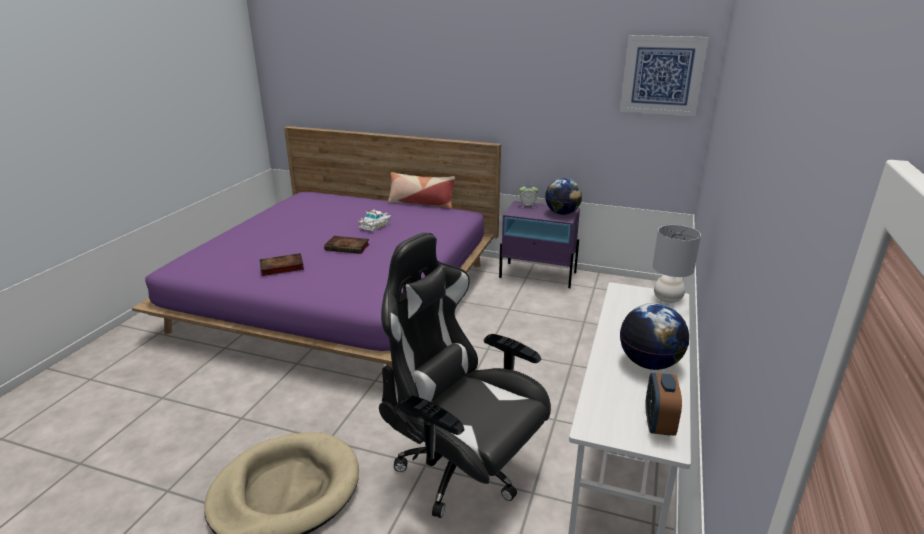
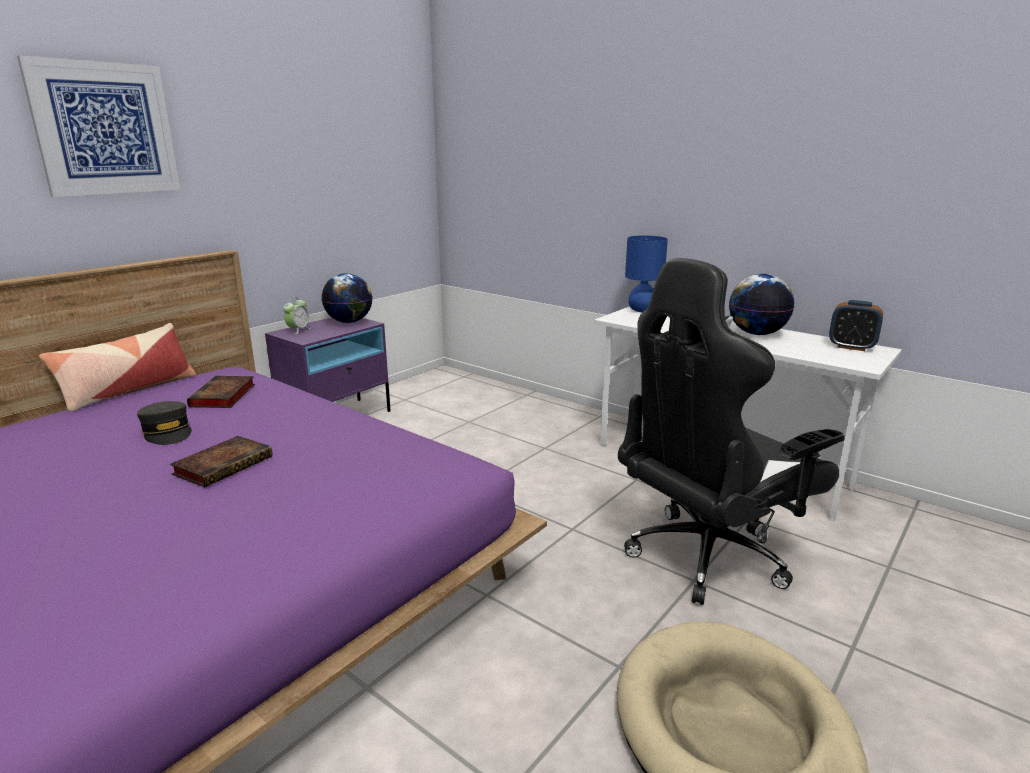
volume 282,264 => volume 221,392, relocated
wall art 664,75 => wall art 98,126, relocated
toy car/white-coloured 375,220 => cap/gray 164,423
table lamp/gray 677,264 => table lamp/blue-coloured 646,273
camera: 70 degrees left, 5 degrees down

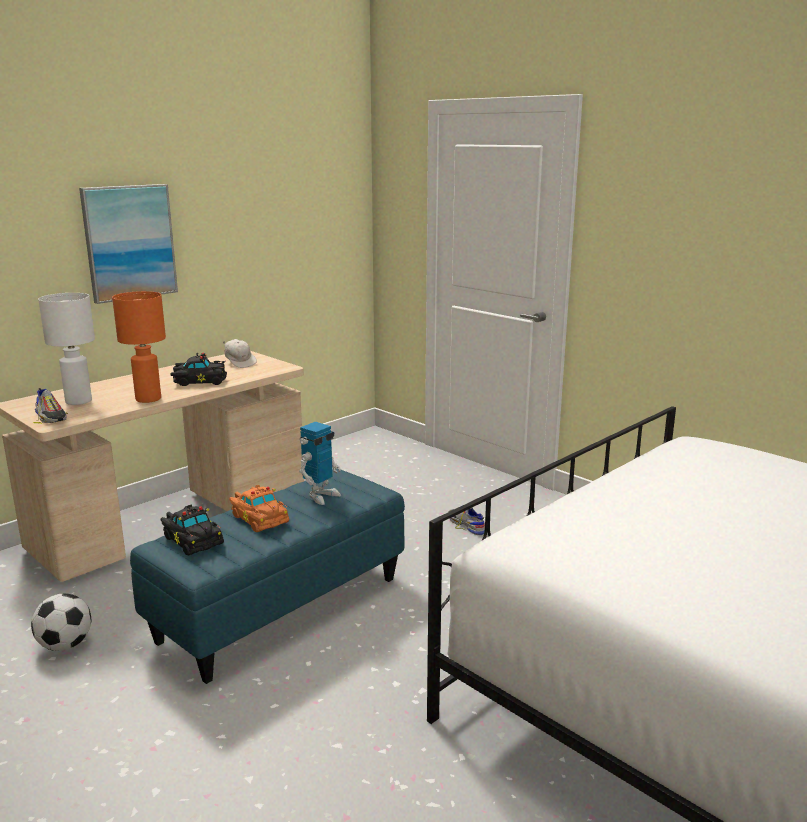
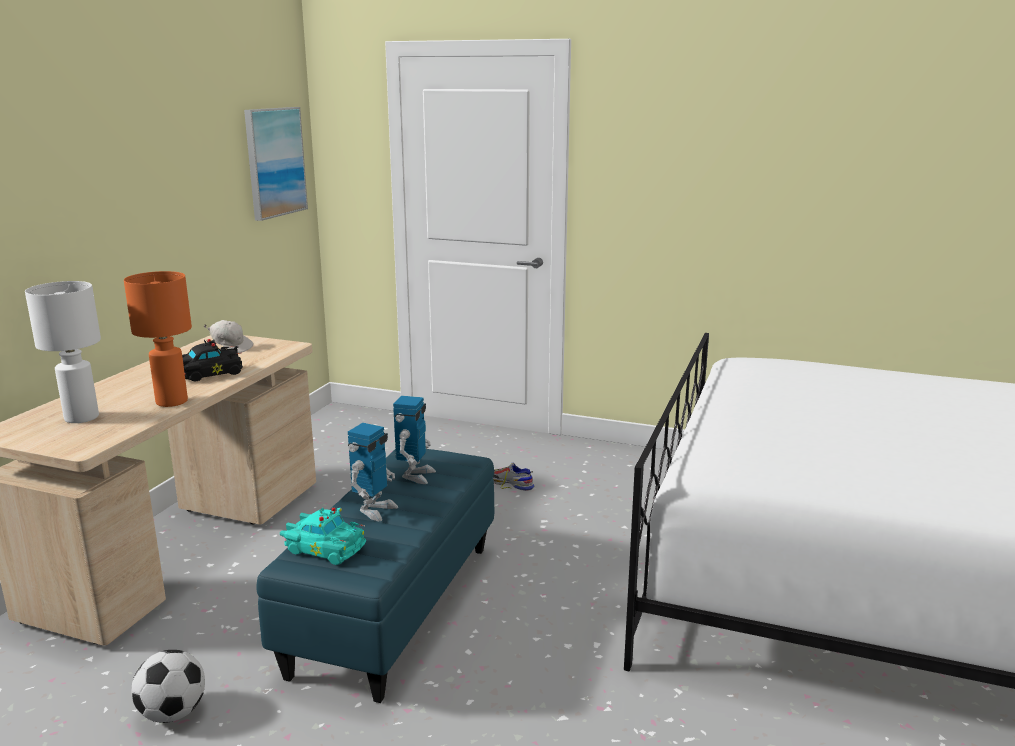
item of footwear 50,406 => nothing
wall art 128,244 => wall art 276,164, relocated
toy car/orange 259,508 => toy robot 373,472
toy car/black-coloured 192,529 => toy car/blue-green 323,536
camera: 25 degrees left, 0 degrees up

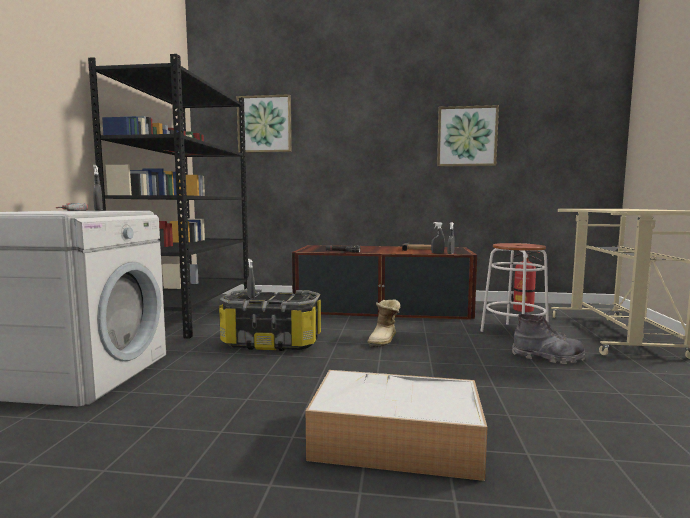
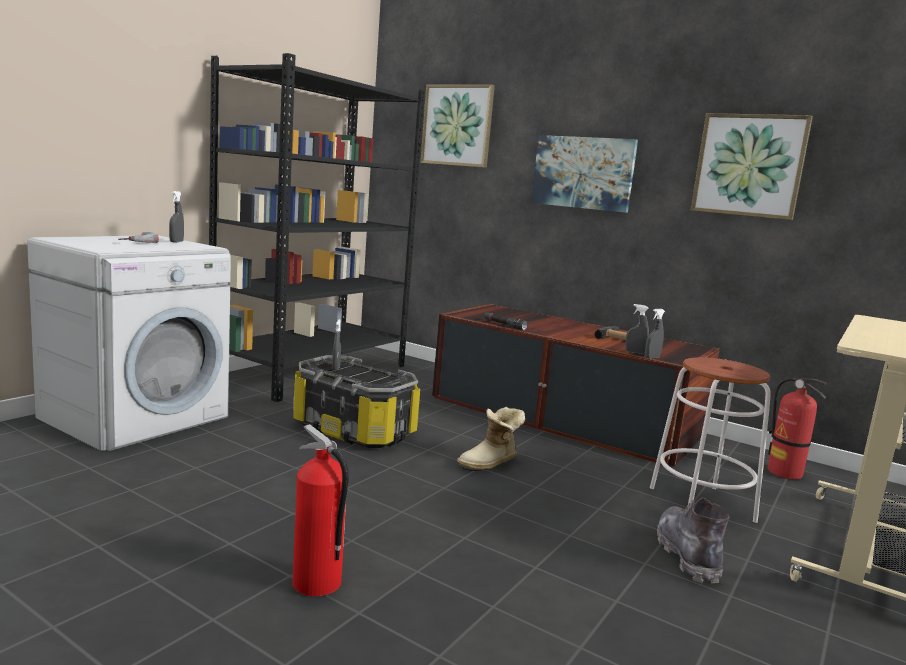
nothing => wall art 584,174
storage bin 396,425 => extinguisher 321,510
boot/gray 548,339 => boot/gray 693,541, 135 degrees counterclockwise
camera: 25 degrees right, 5 degrees up

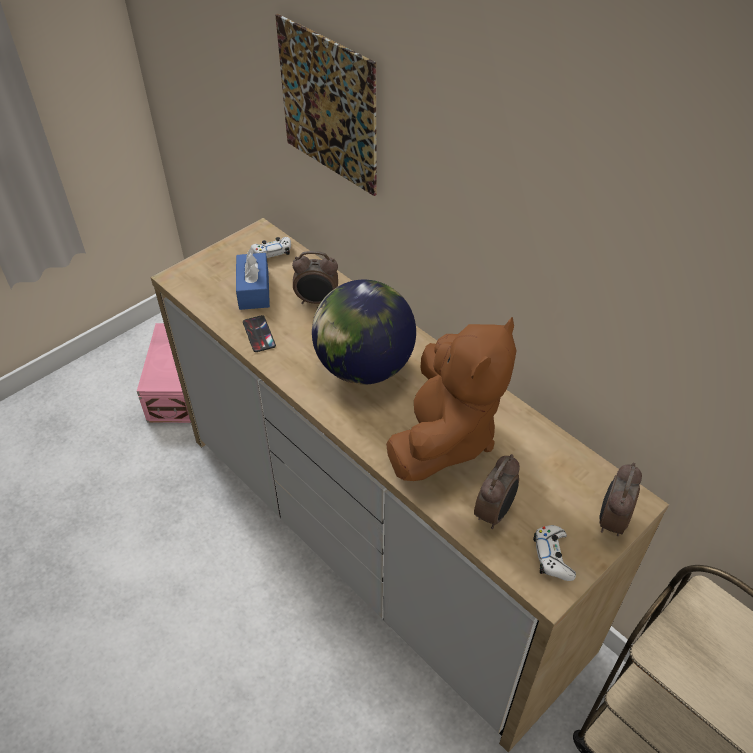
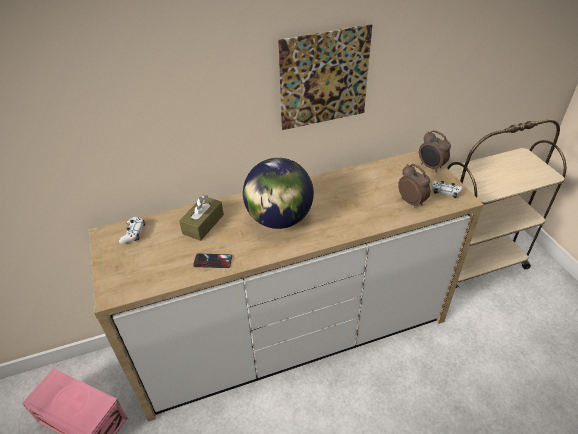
tissue holder/blue-coloured 253,279 => nothing
soft toy/brownish 451,399 => nothing
wall art 326,105 => wall art 325,77, relocated
bedside clock 315,277 => tissue holder/brownish 201,218
camera: 65 degrees left, 5 degrees down

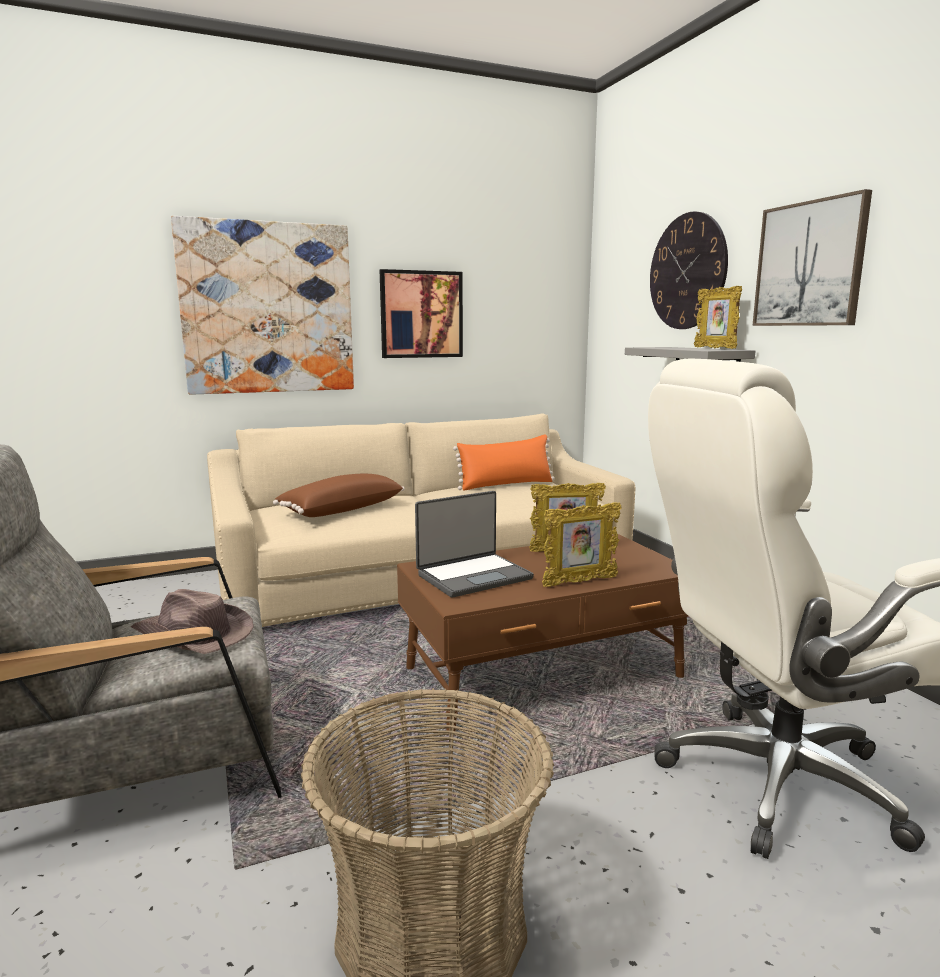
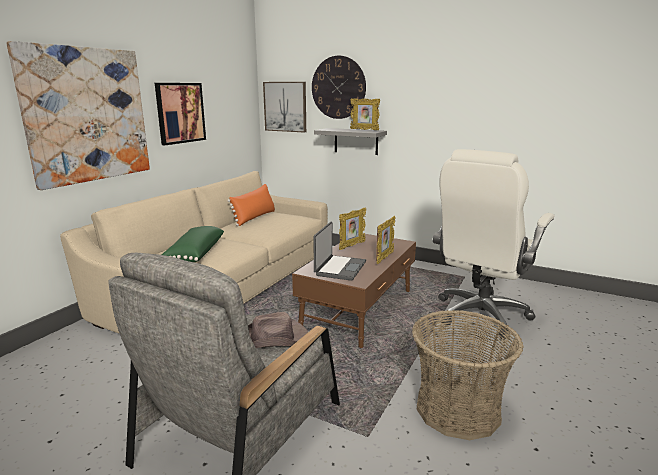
wall art 812,257 => wall art 284,107, relocated
throw pillow/brownish 339,495 => throw pillow/greenish 193,244
camera: 40 degrees left, 5 degrees up

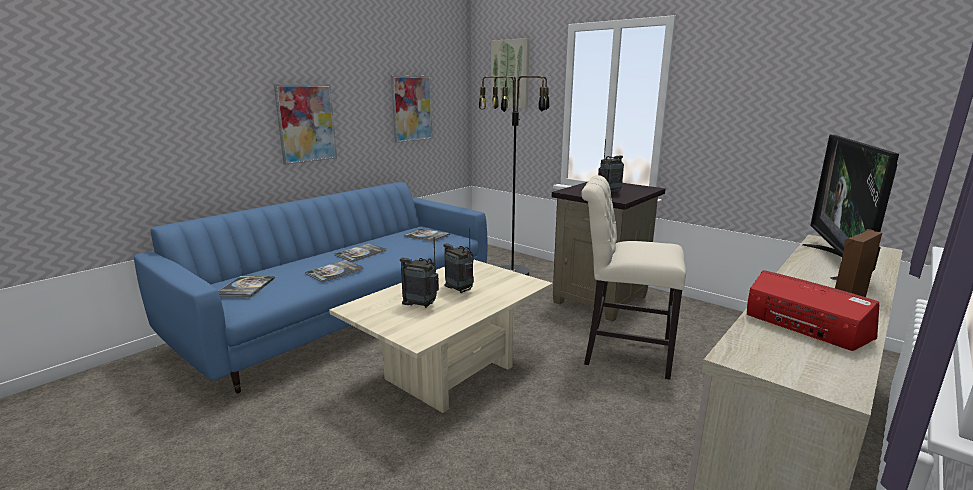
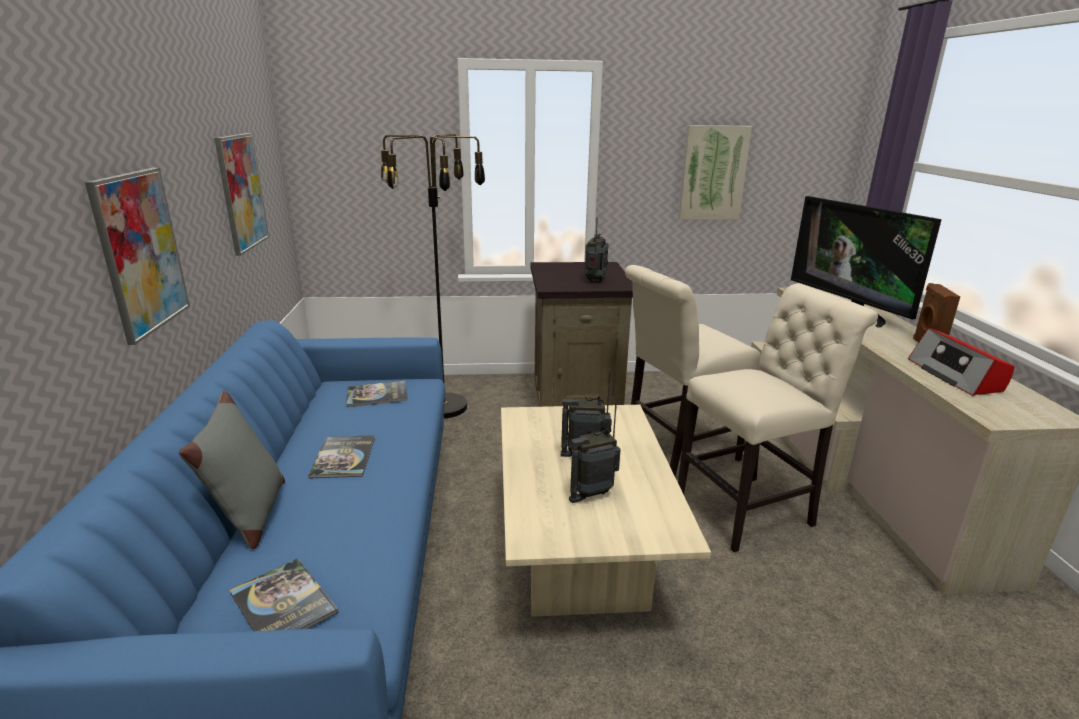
volume 334,271 => nothing
nothing => throw pillow/gray 232,470
nothing => stool/beige 778,417
wall art 510,73 => wall art 715,172, relocated
radio receiver 813,310 => radio receiver 961,362, 105 degrees counterclockwise
camera: 45 degrees left, 5 degrees up

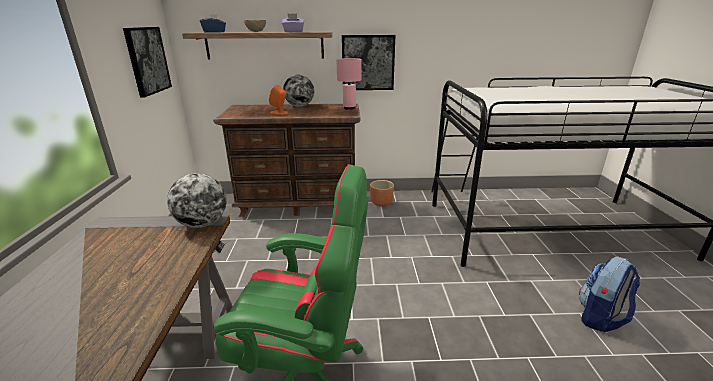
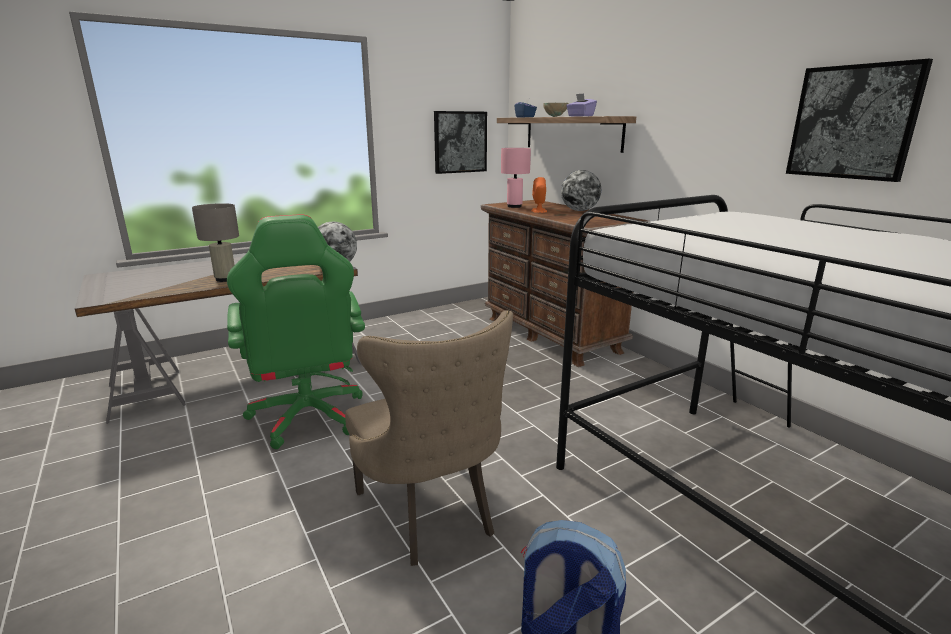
plant pot/brownish 382,193 => nothing
nothing => table lamp/gray 215,242
nothing => upright chair/beige 429,438
table lamp/pink-coloured 349,84 => table lamp/pink-coloured 516,178, relocated
wall art 368,62 => wall art 859,120, relocated
camera: 60 degrees right, 5 degrees down

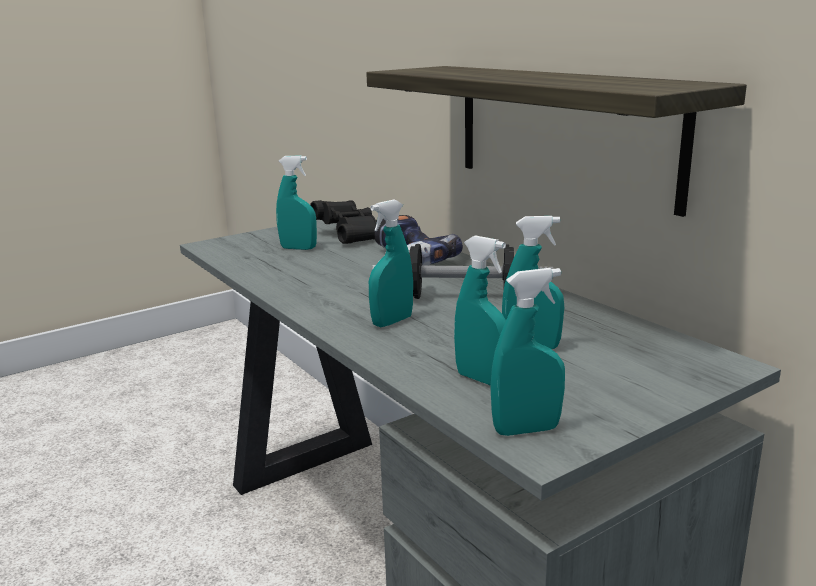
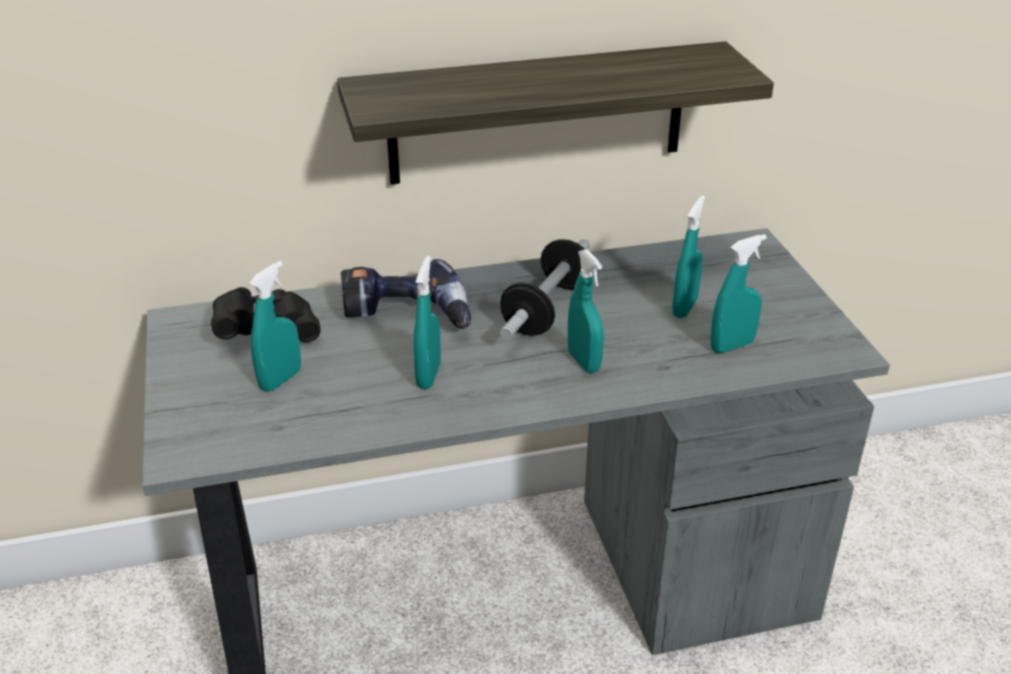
spray bottle/blue-green 527,352 => spray bottle/blue-green 427,322, relocated
camera: 70 degrees left, 15 degrees up

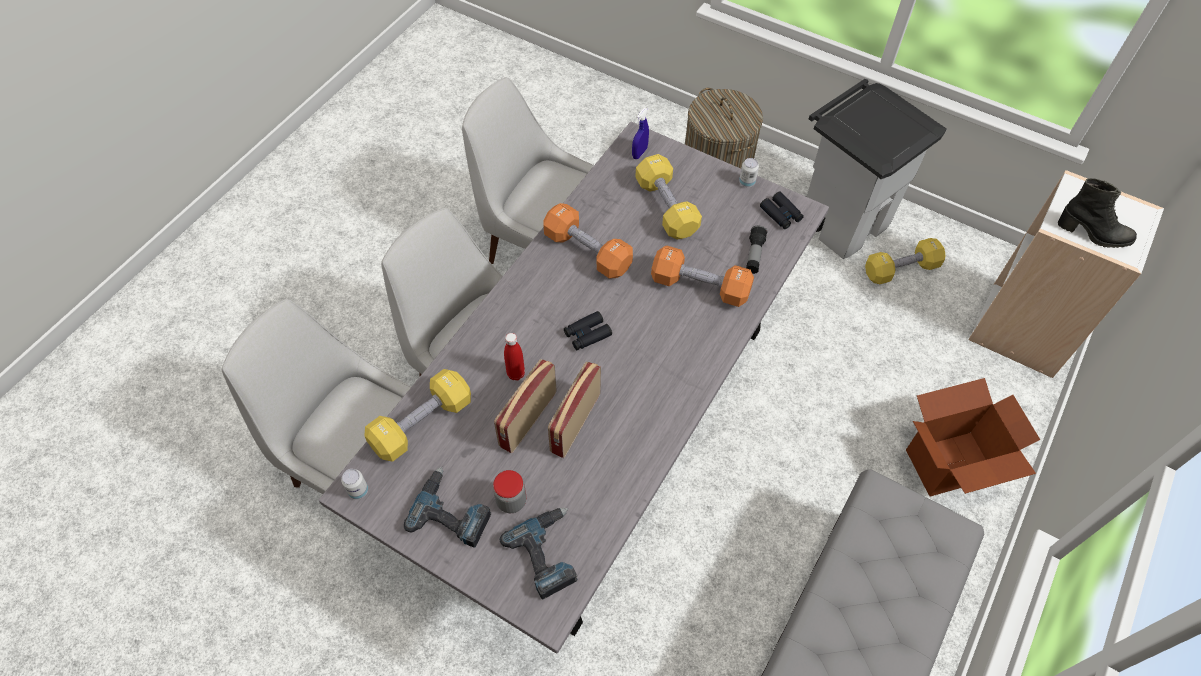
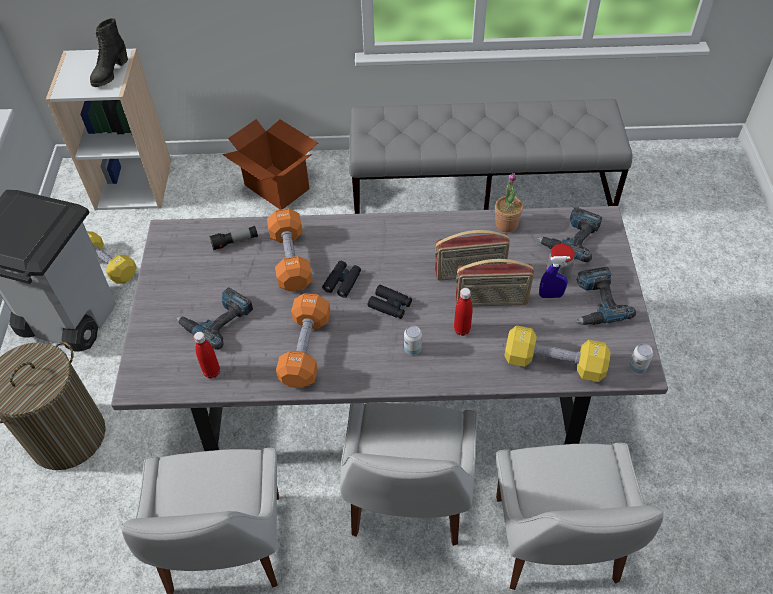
nothing => drink bottle/reddish 207,355
nothing => houseplant 509,202
spray bottle/blue-coloured 640,133 => spray bottle/blue-coloured 554,277, relocated
metal can 749,172 => metal can 413,340, relocated
pair of binoculars/black-coloured 782,210 => pair of binoculars/black-coloured 341,279, relocated
free weight/yellow-coloured 668,196 => drill 214,319
boot/black-coloured 1097,213 => boot/black-coloured 109,52, 150 degrees counterclockwise
camera: 120 degrees left, 5 degrees down

